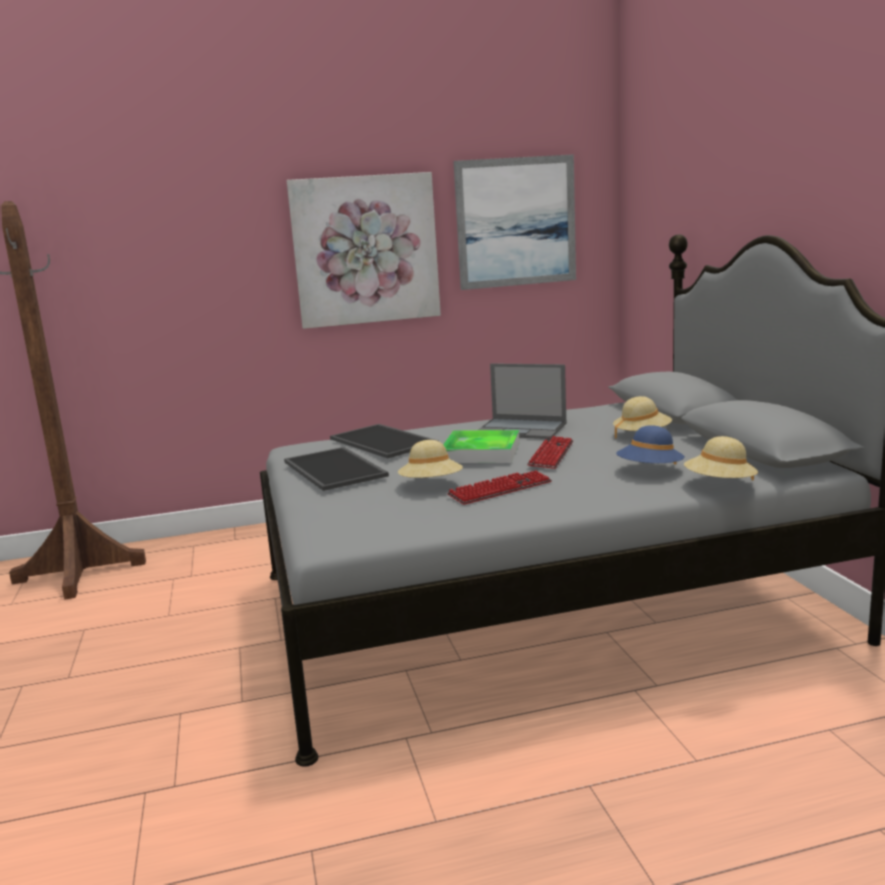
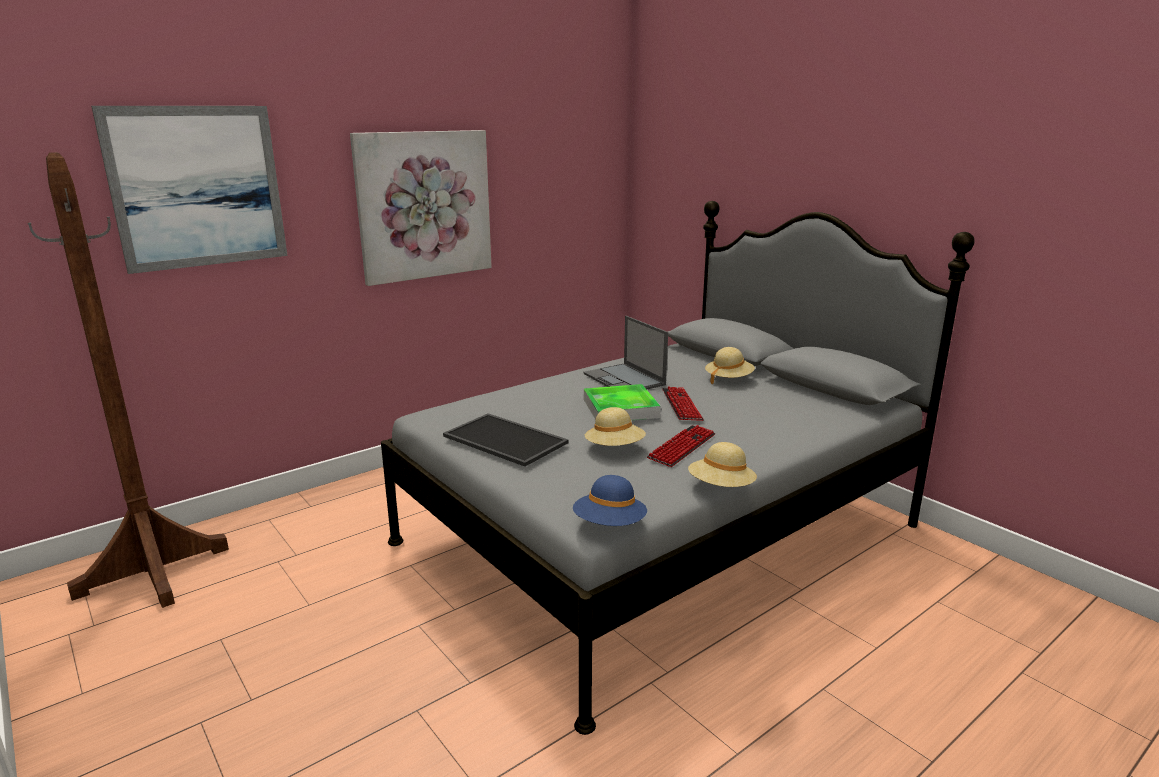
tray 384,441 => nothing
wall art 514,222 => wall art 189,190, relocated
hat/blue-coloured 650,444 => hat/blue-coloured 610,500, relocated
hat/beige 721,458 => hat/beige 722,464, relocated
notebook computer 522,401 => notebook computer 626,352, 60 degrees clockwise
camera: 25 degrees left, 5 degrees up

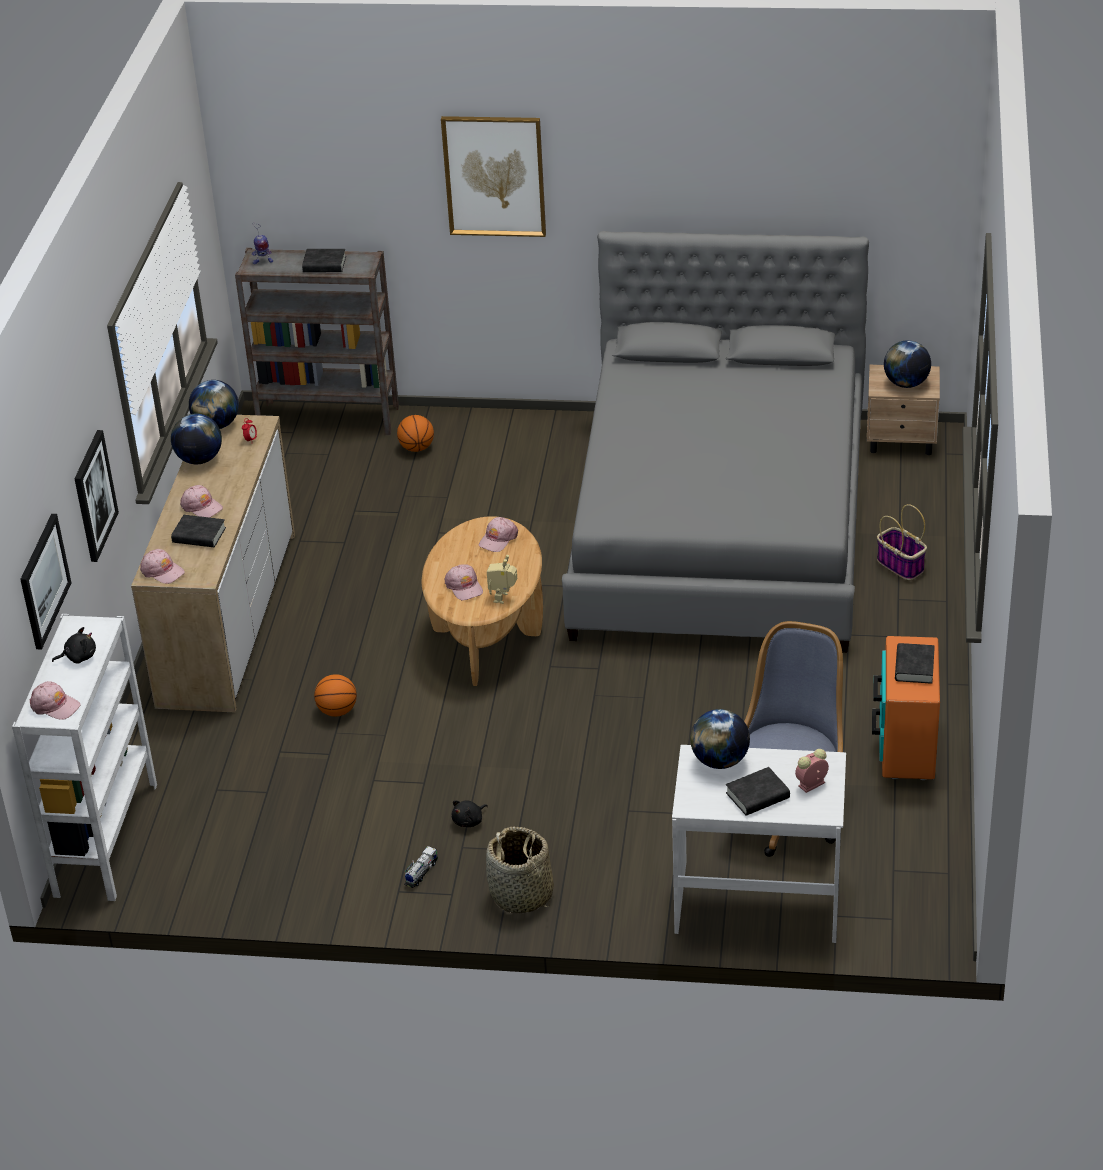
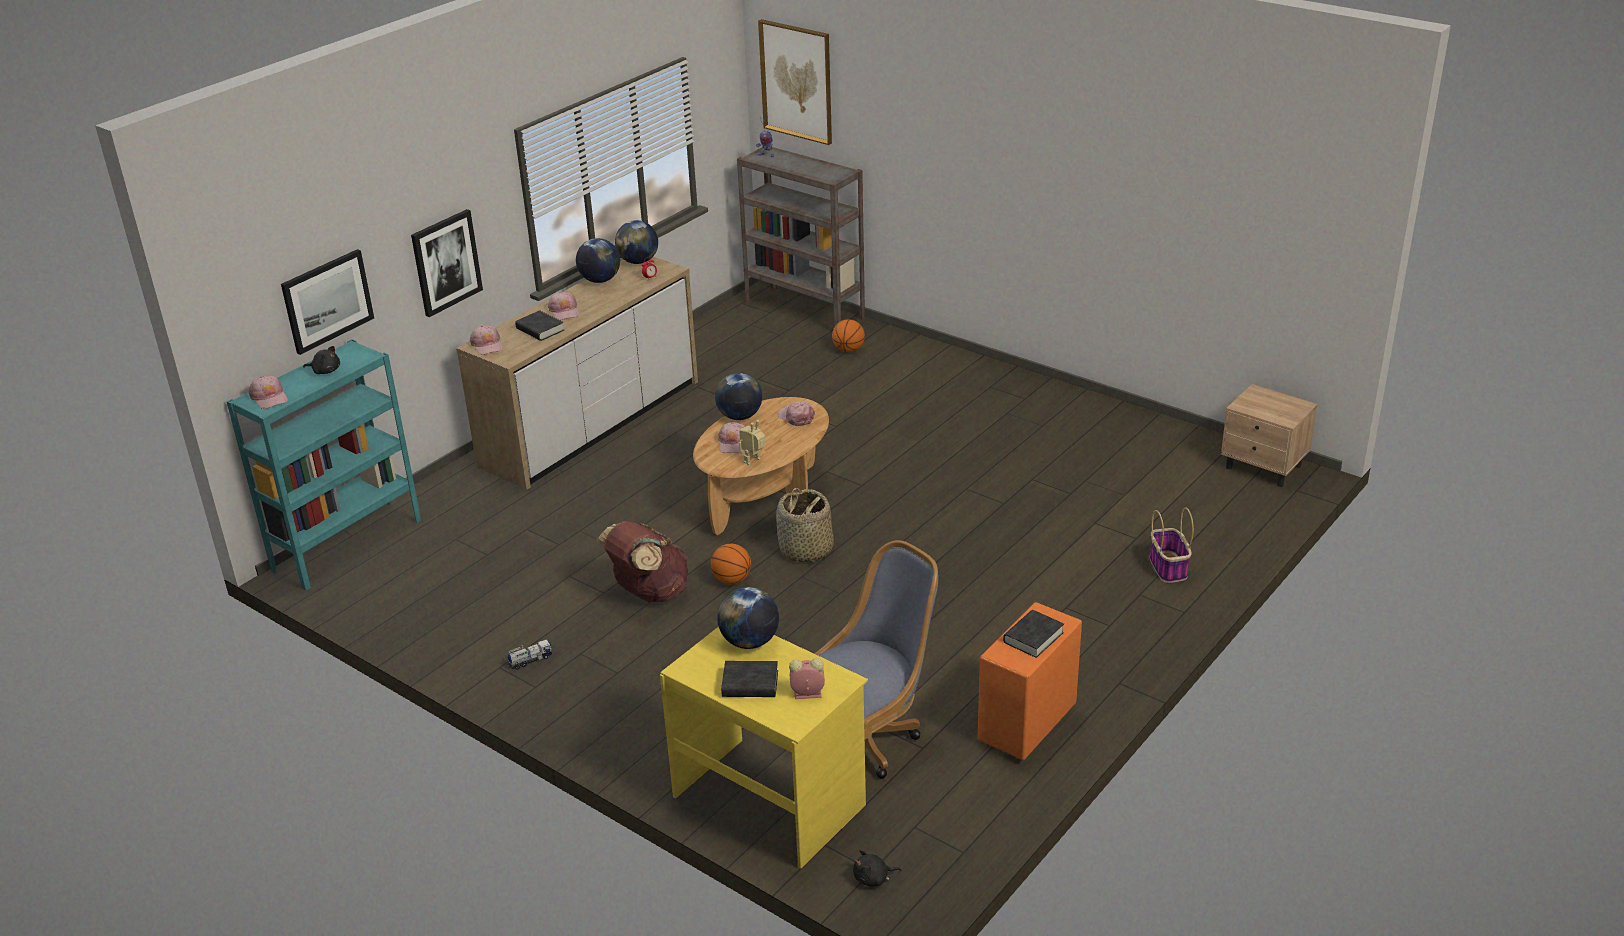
volume/black-coloured 324,260 => nothing
sleeping bed/gray 715,442 => nothing
nothing => knapsack/brownish 642,561
basketball ball 335,695 => basketball ball 731,564, relocated
wall art 493,176 => wall art 795,82, relocated
soft toy/black-coloured 469,813 => soft toy/black-coloured 877,868, relocated
household basket 520,870 => household basket 805,525, relocated
world globe 907,364 => world globe 738,396, relocated
bookcase/white-coloured 84,757 => bookcase/blue-green 324,464
desk table/white-coloured 759,844 => desk table/yellow-coloured 764,748
cap/pink-coloured 498,534 => cap/pink-coloured 796,413, 75 degrees clockwise
camera: 30 degrees right, 5 degrees down

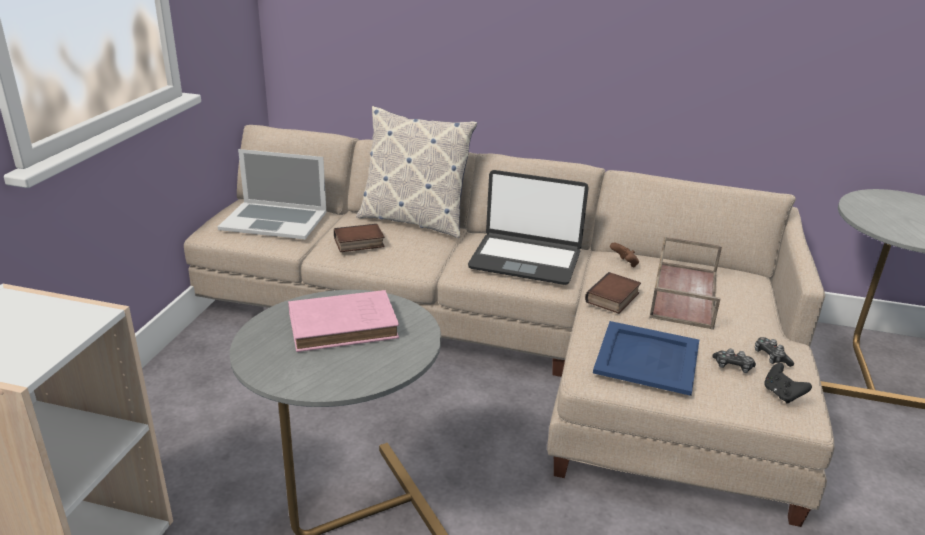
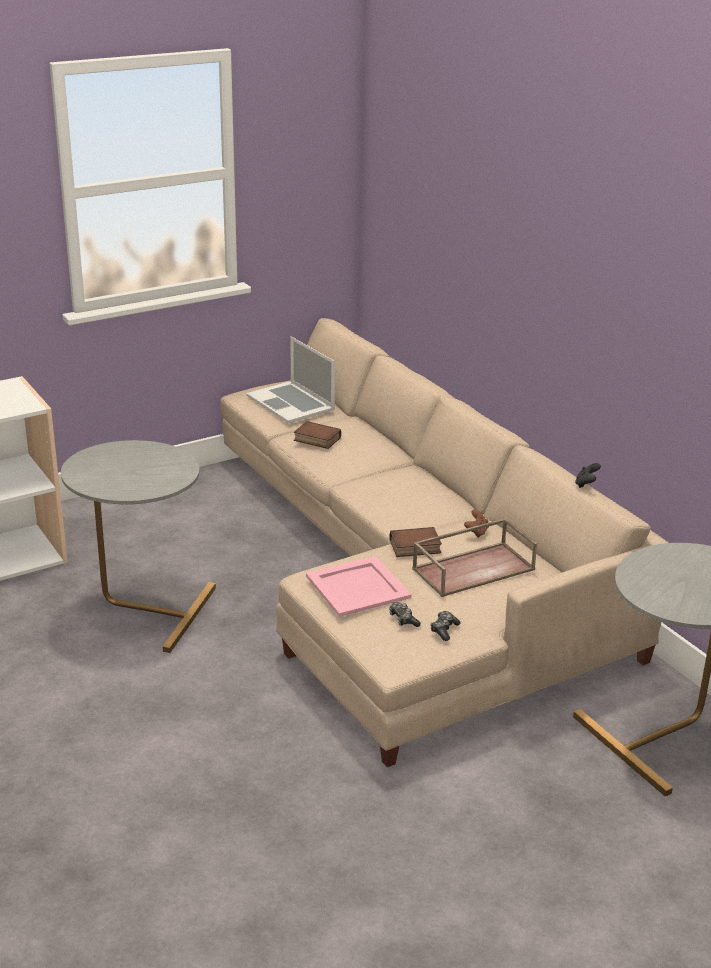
volume/pink-coloured 343,321 => nothing
throw pillow 416,172 => nothing
notebook computer 528,227 => nothing
joypad/black-coloured 788,383 => joypad/black-coloured 588,475, relocated
tray/blue-coloured 646,358 => tray/pink-coloured 358,586
camera: 45 degrees right, 0 degrees up

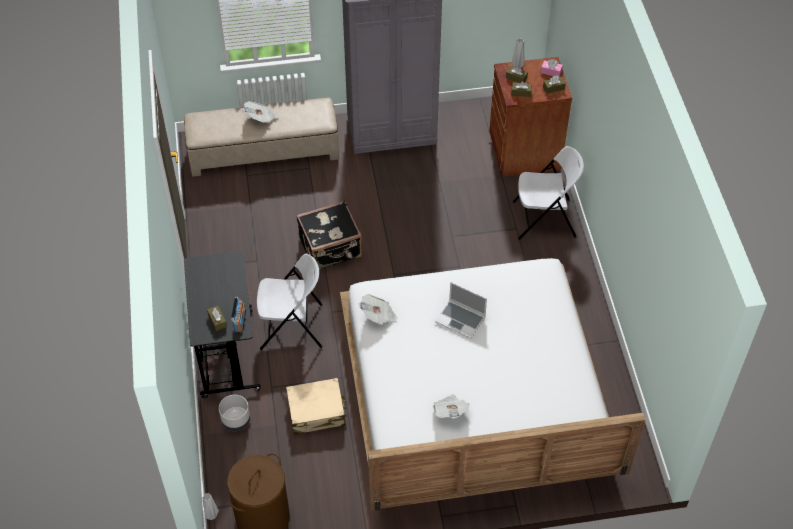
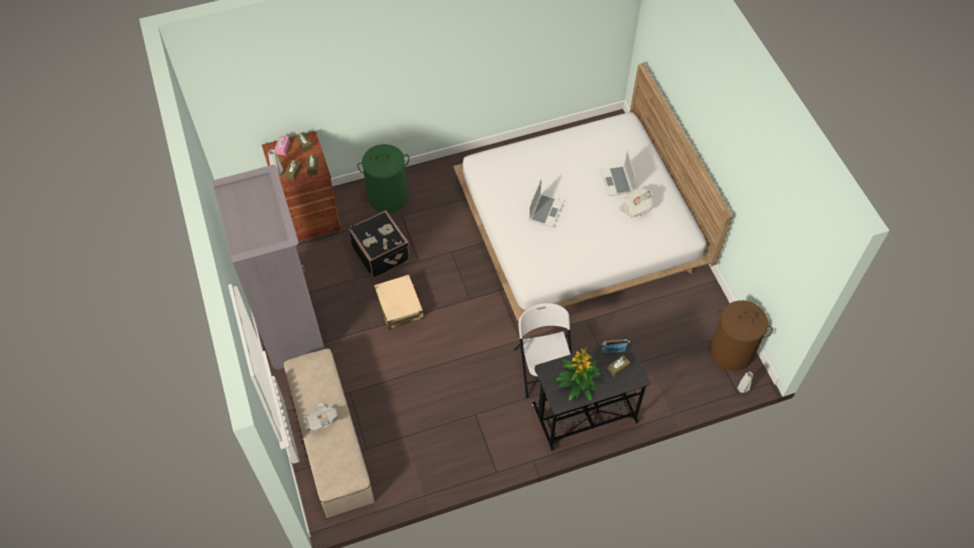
plant pot/gray 234,413 => nothing
daily paper 377,309 => nothing
nothing => houseplant 578,374
nothing => notebook computer 618,173
travel case/beige 317,406 => travel case/beige 399,302, relocated
travel case/black-coloured 329,236 => travel case/black-coloured 379,244, relocated
upright chair/white-coloured 548,193 => hamper/greenish 383,178
camera: 100 degrees left, 5 degrees up

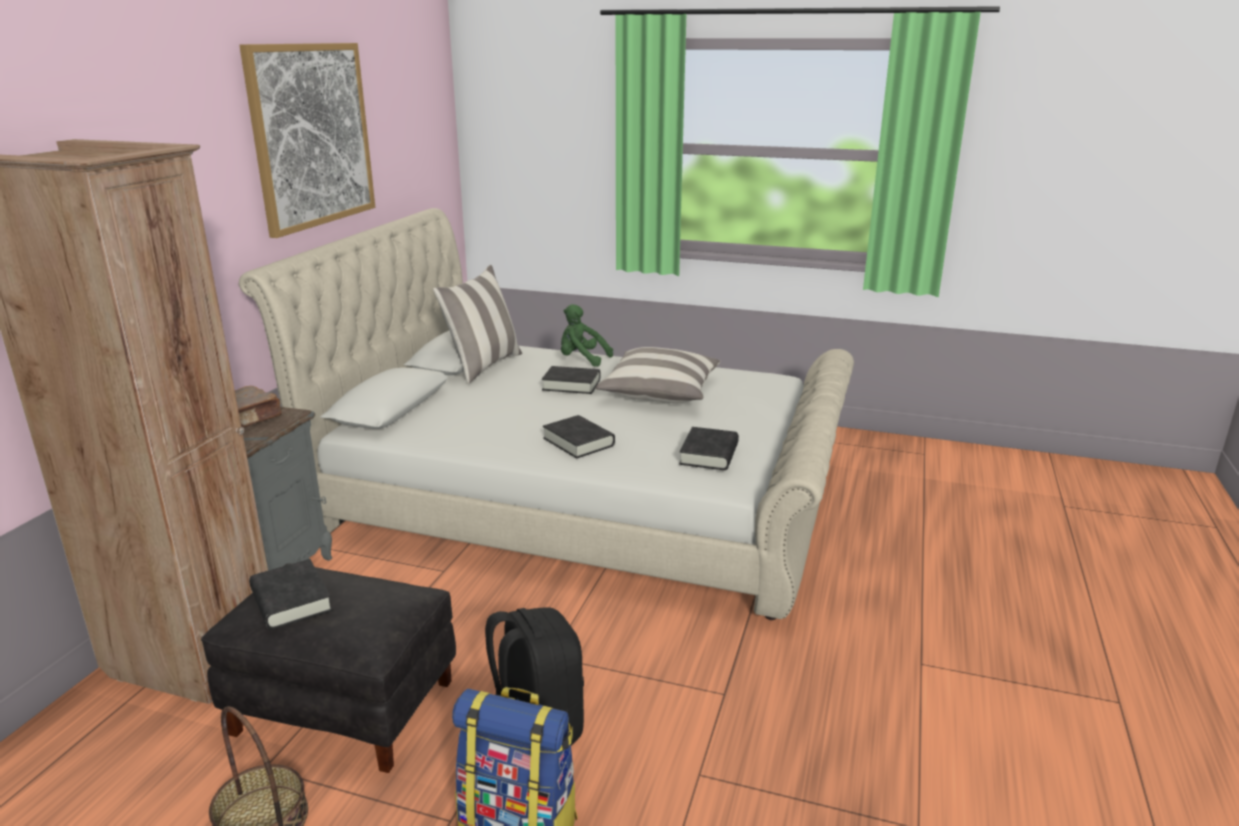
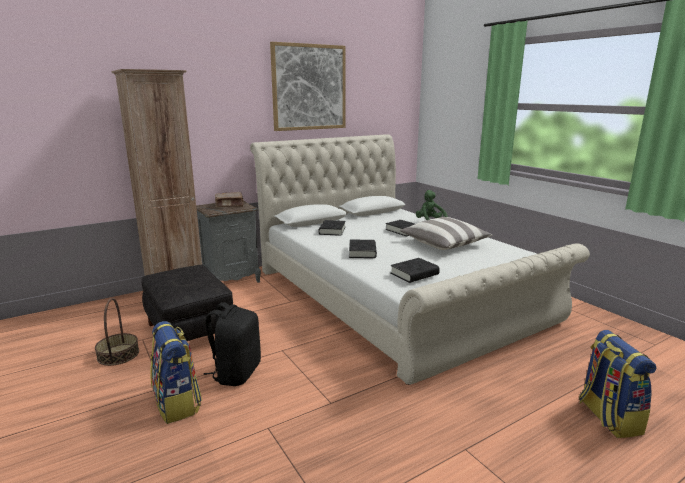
throw pillow 477,324 => nothing
nothing => knapsack 617,384
volume/black-coloured 291,594 => volume/black-coloured 332,228, relocated
camera: 40 degrees right, 5 degrees down

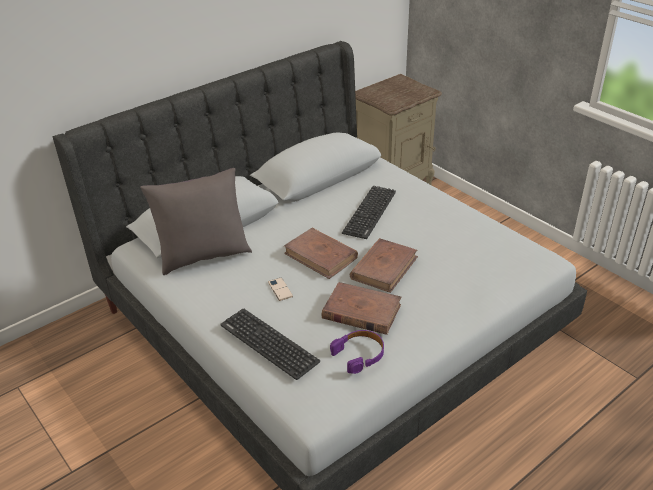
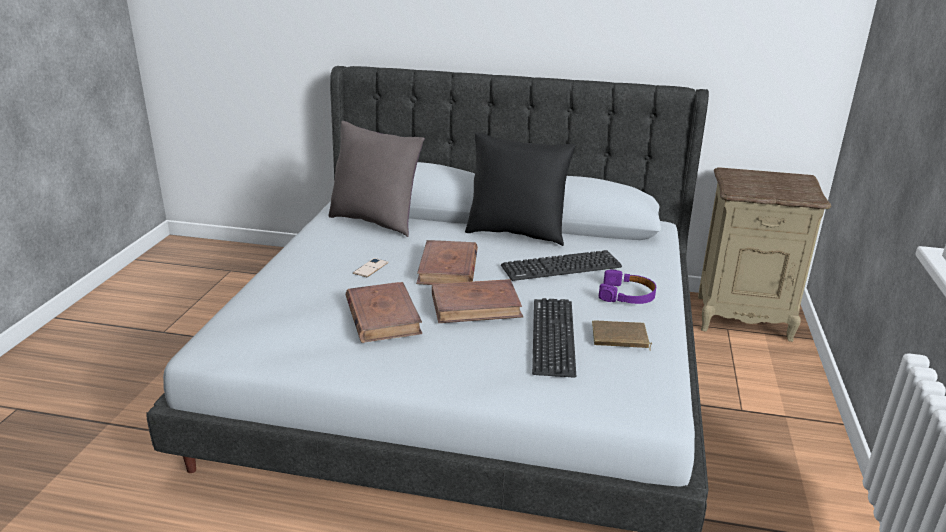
nothing => throw pillow/black-coloured 520,189
nothing => volume/brownish 622,336
PC keyboard 270,344 => PC keyboard 554,338, relocated
pair of headphones/purple-coloured 357,352 => pair of headphones/purple-coloured 627,287, relocated
camera: 50 degrees right, 10 degrees down

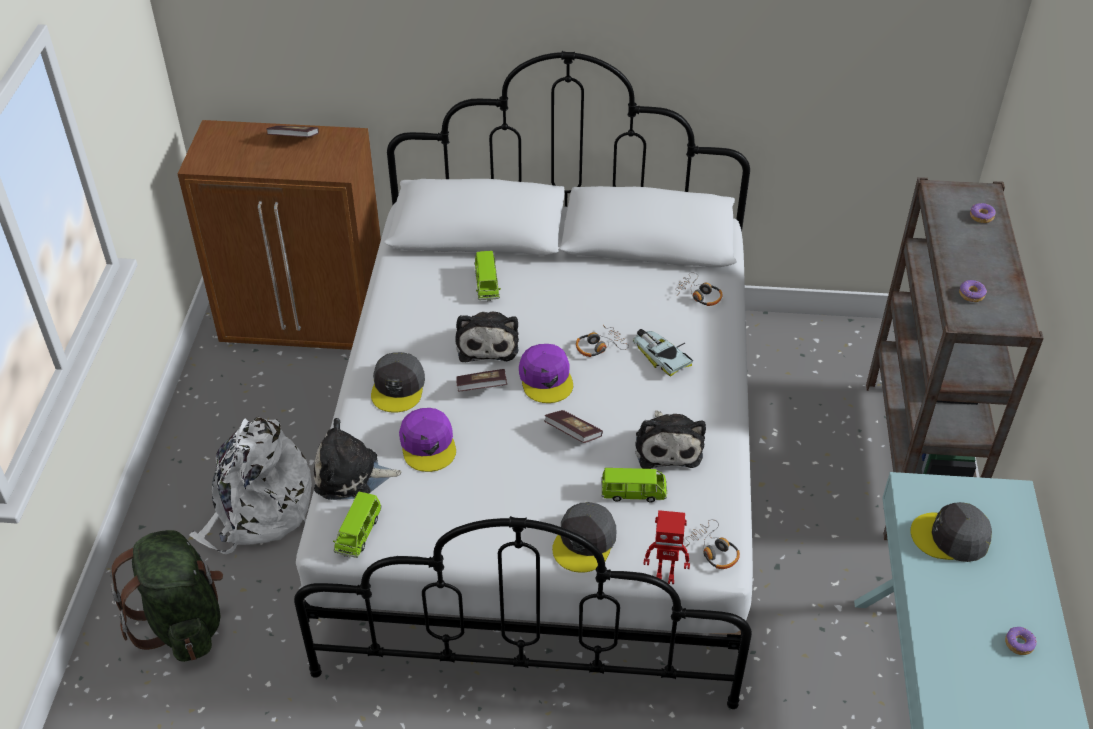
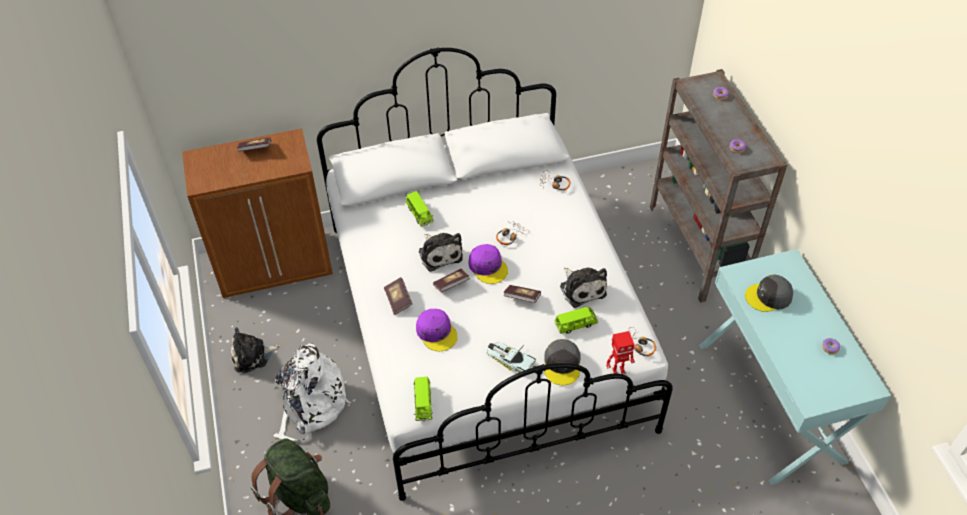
soft toy 358,459 => soft toy 255,350, relocated
toy car 663,353 => toy car 511,357, relocated
cap/gray 398,382 => volume 398,296
camera: 20 degrees left, 5 degrees up

